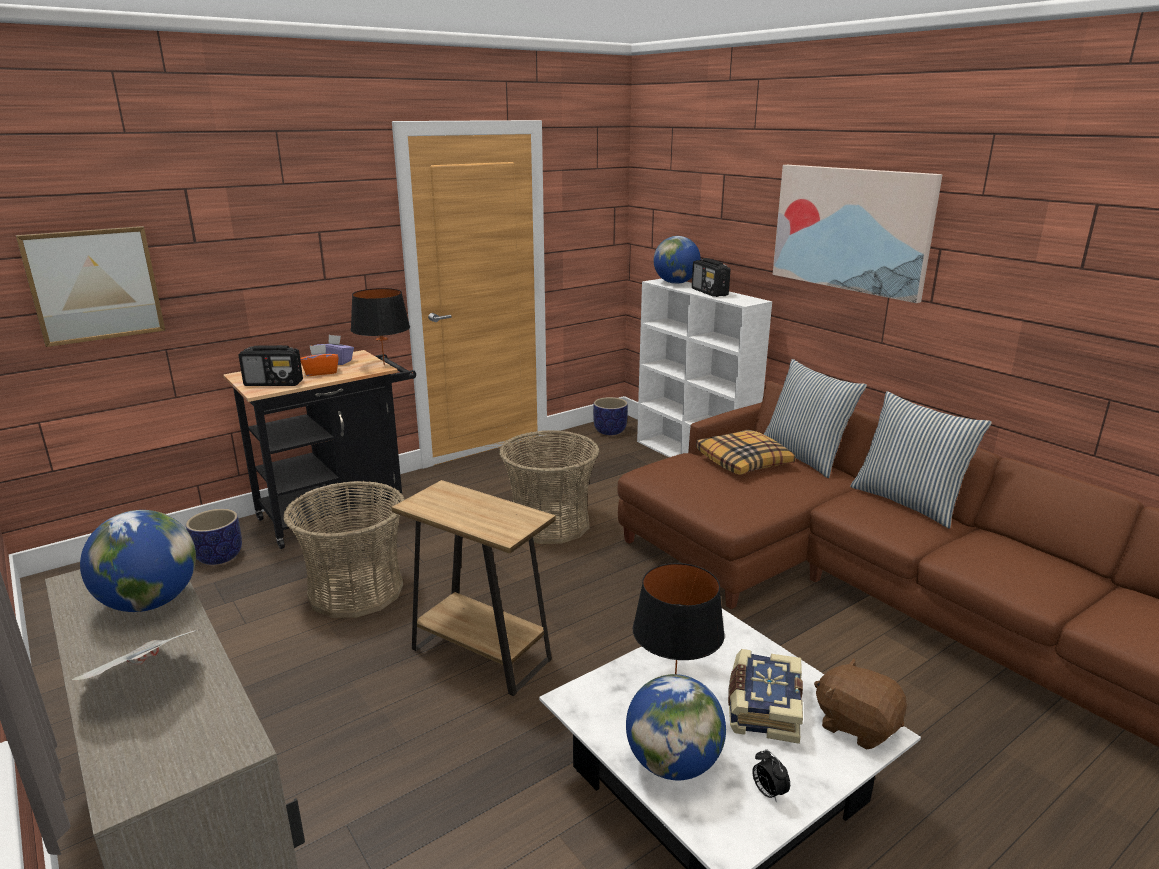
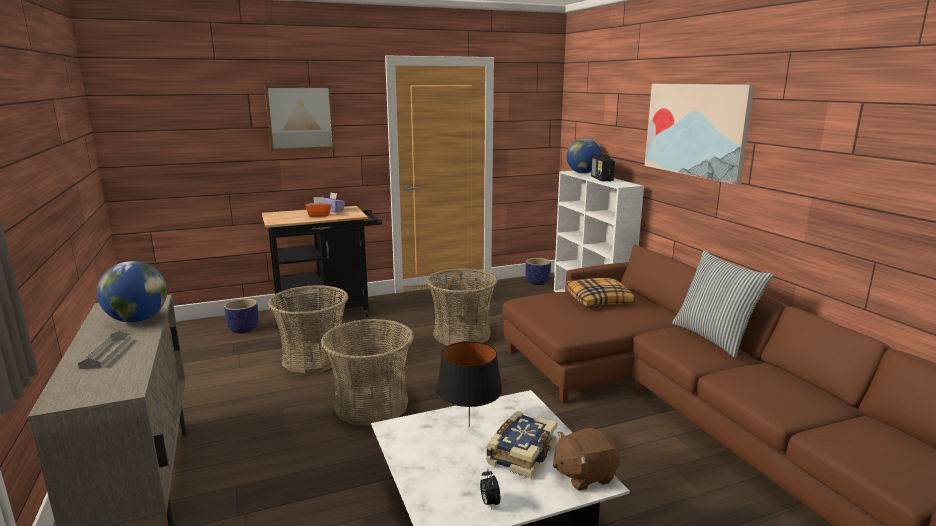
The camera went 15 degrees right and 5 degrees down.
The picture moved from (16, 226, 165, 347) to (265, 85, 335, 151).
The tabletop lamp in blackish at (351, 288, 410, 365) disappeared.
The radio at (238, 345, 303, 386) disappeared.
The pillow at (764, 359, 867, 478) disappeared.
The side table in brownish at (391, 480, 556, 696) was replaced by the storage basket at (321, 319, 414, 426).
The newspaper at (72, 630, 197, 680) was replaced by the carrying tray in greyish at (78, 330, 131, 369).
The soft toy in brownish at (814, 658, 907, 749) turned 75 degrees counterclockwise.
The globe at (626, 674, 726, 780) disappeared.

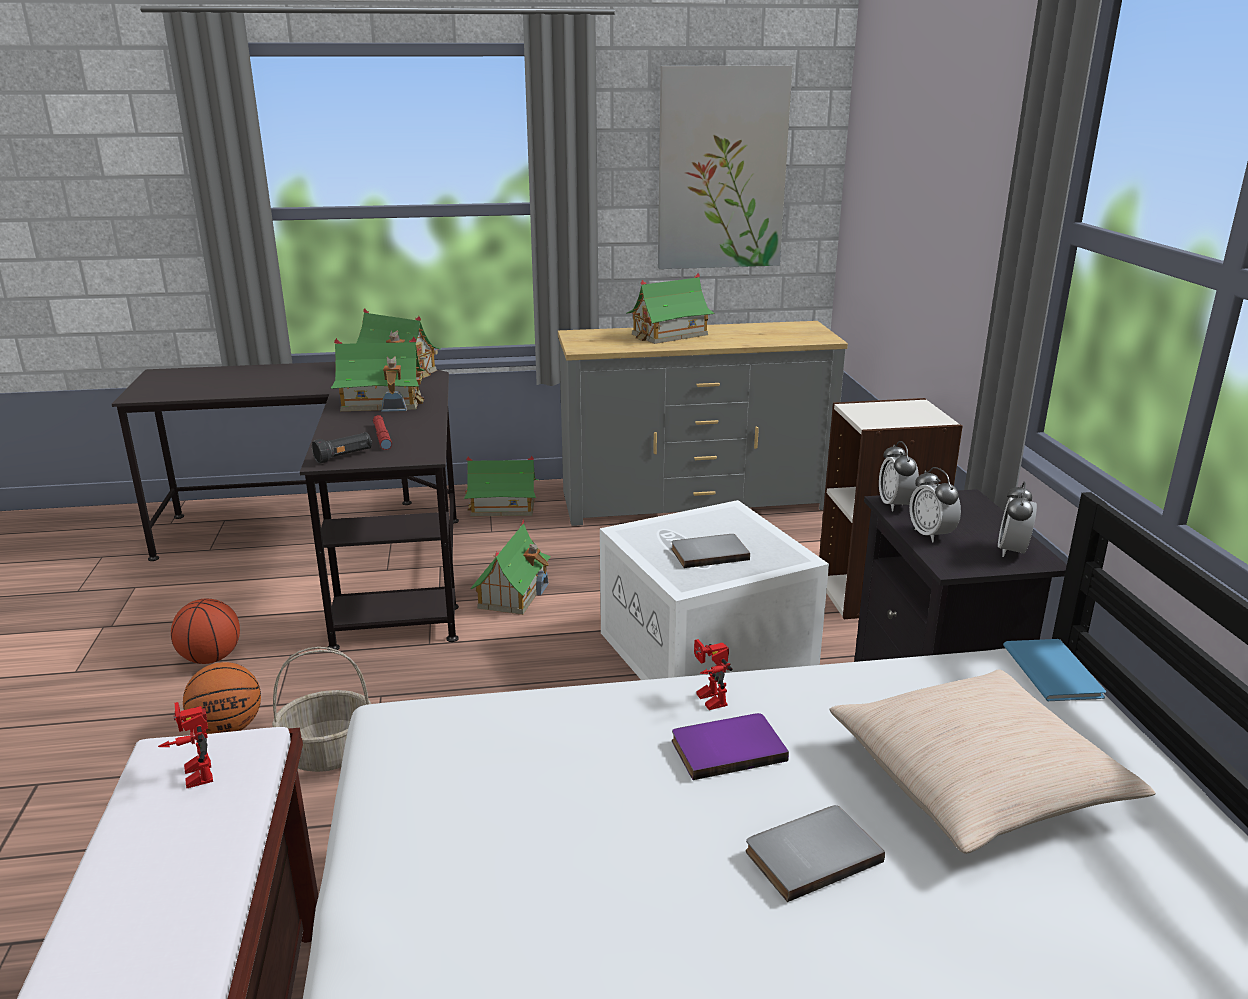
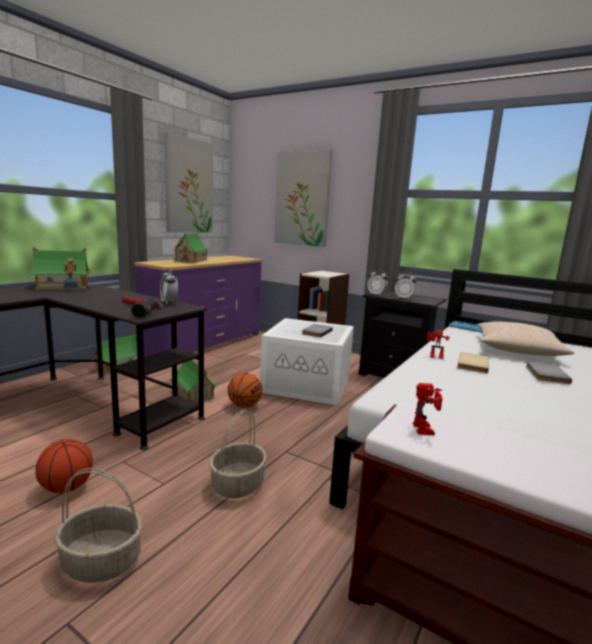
The camera went 50 degrees left and 10 degrees down.
The chest of drawers in greyish at (558, 321, 848, 526) became the chest of drawers in purple-coloured at (134, 256, 262, 356).
The toy house at (331, 337, 425, 412) disappeared.
The alarm clock moved from (998, 482, 1037, 557) to (160, 268, 178, 305).
The basketball moved from (183, 662, 261, 734) to (228, 373, 262, 408).
The model robot at (158, 702, 213, 788) turned 105 degrees counterclockwise.
The volume in purple-coloured at (672, 713, 789, 780) became the volume in sand-coloured at (457, 352, 489, 373).
The picture at (274, 150, 333, 247) appeared.
The storage basket at (54, 468, 143, 583) appeared.

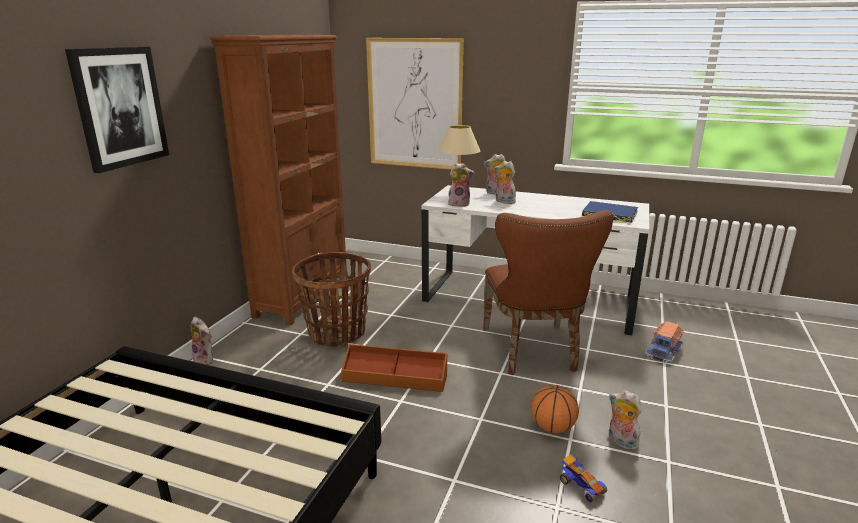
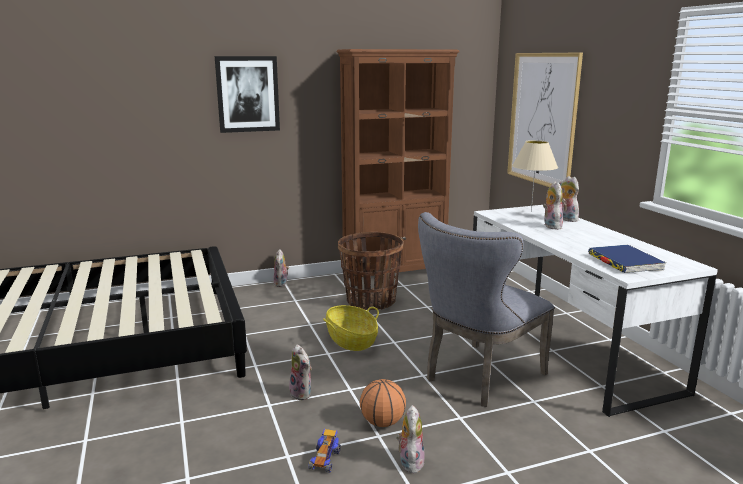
The camera went 50 degrees right and 5 degrees down.
The soft toy moved from (448, 163, 474, 207) to (289, 344, 312, 400).
The chair in brownish at (483, 210, 613, 375) became the chair in greyish at (418, 212, 555, 407).
The toy lorry at (646, 321, 684, 363) disappeared.
The storage bin in brownish at (341, 344, 448, 392) was replaced by the storage basket at (323, 305, 379, 351).

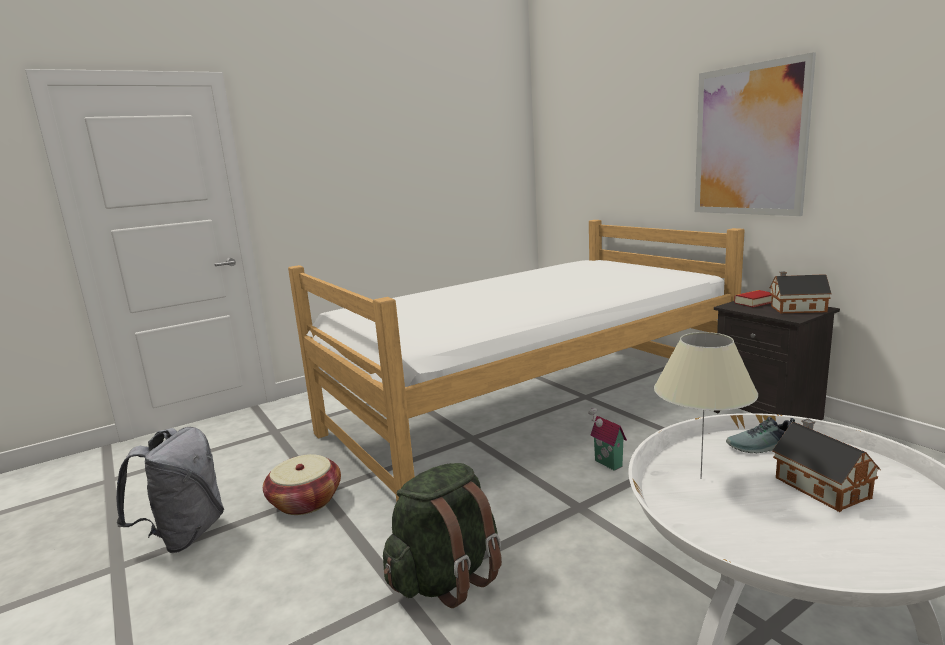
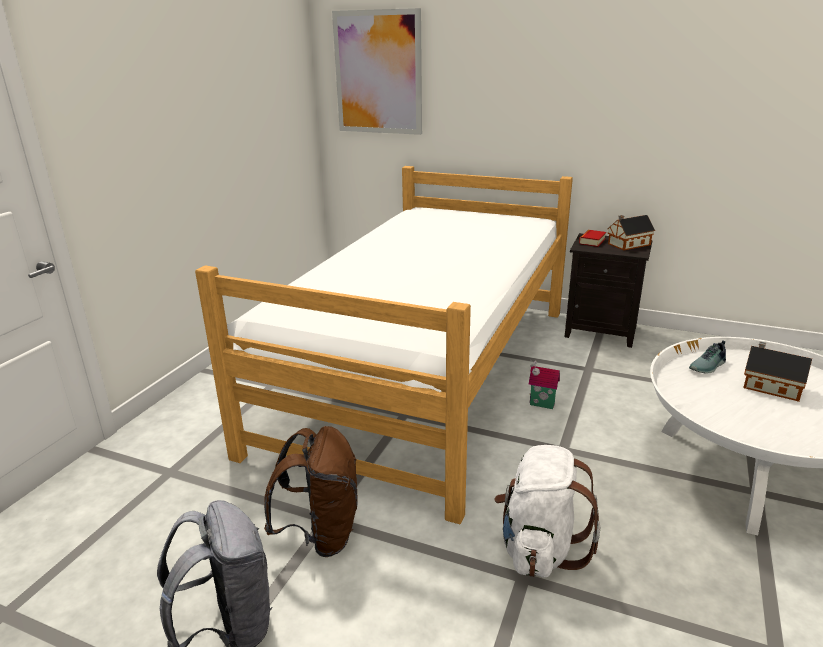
The camera went 35 degrees left and 10 degrees up.
The picture moved from (695, 52, 816, 216) to (332, 8, 422, 135).
The tabletop lamp in sand-coloured at (654, 332, 758, 479) disappeared.
The storage basket at (263, 454, 341, 515) was replaced by the rucksack in brownish at (264, 426, 358, 557).
The rucksack in green at (383, 463, 502, 608) became the rucksack in white-coloured at (494, 445, 601, 578).

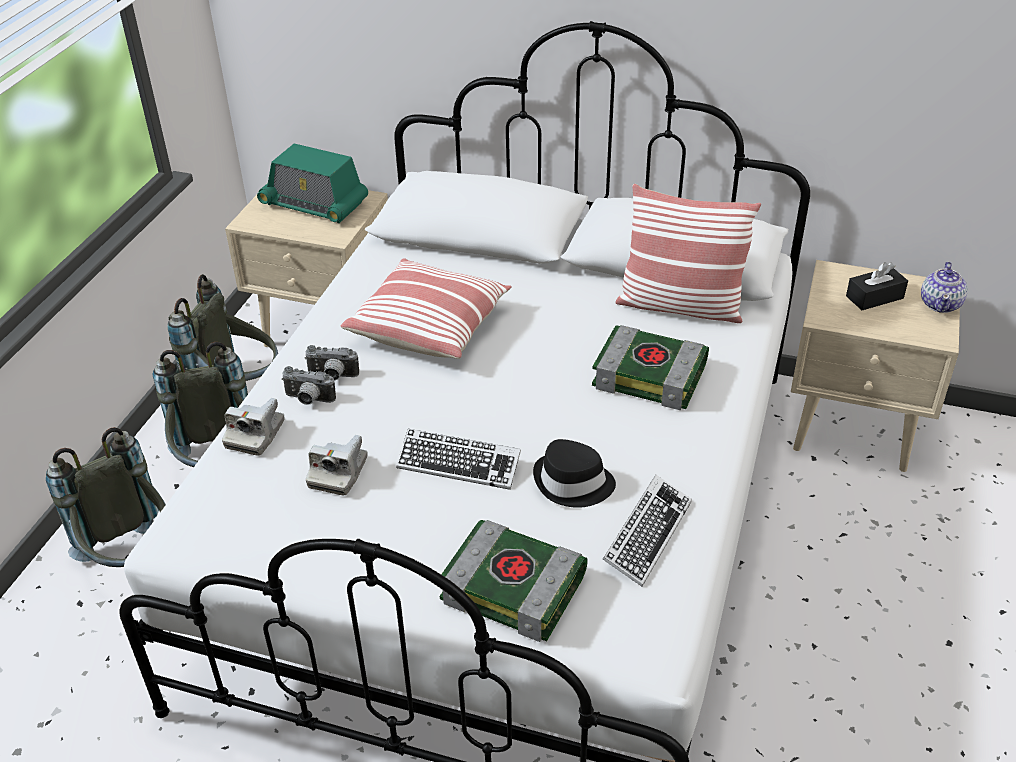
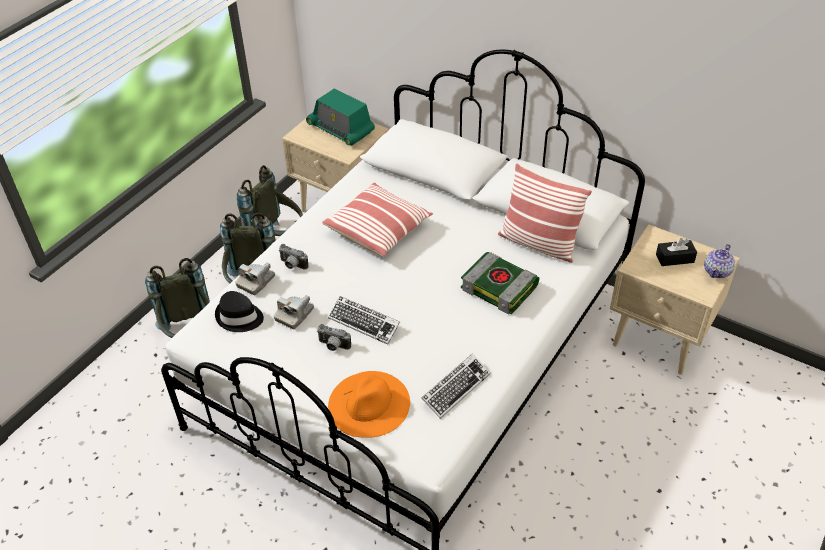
The camera went 15 degrees right and 5 degrees up.
The still camera moved from (305, 345, 359, 381) to (317, 324, 351, 351).
The clothing hat in blackish moved from (533, 439, 616, 508) to (215, 291, 264, 332).
The volume at (440, 520, 588, 642) was replaced by the clothing hat in orange at (328, 371, 410, 438).

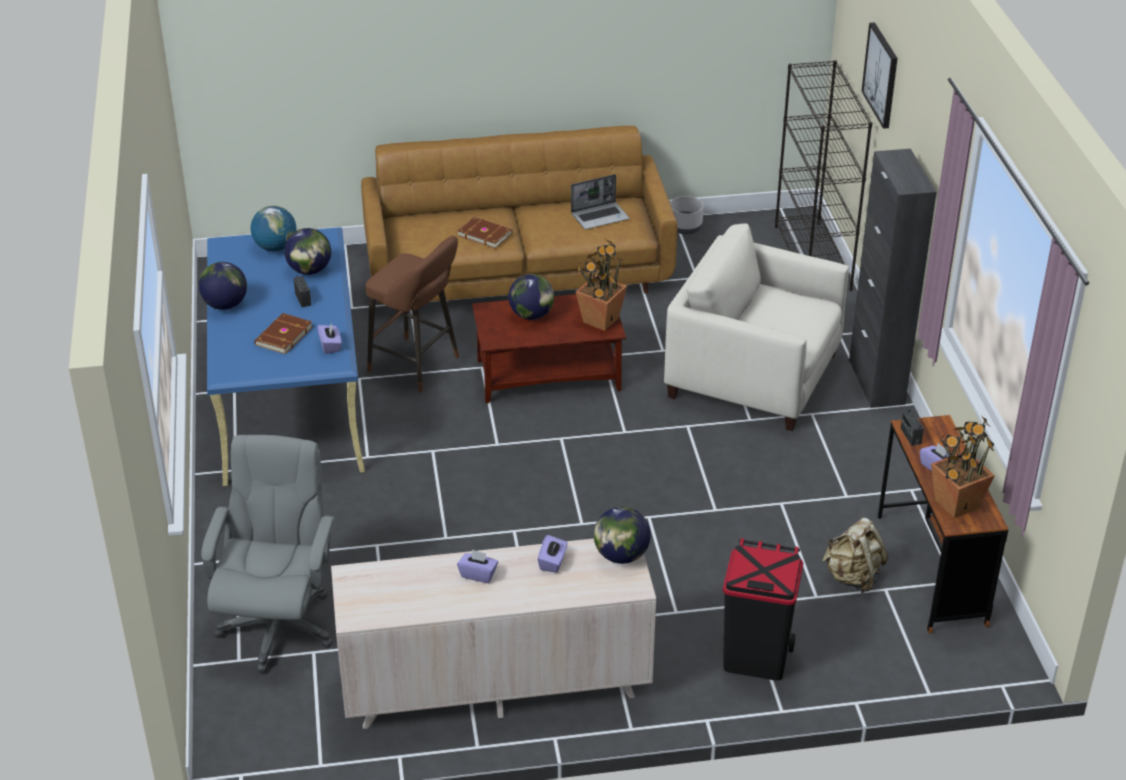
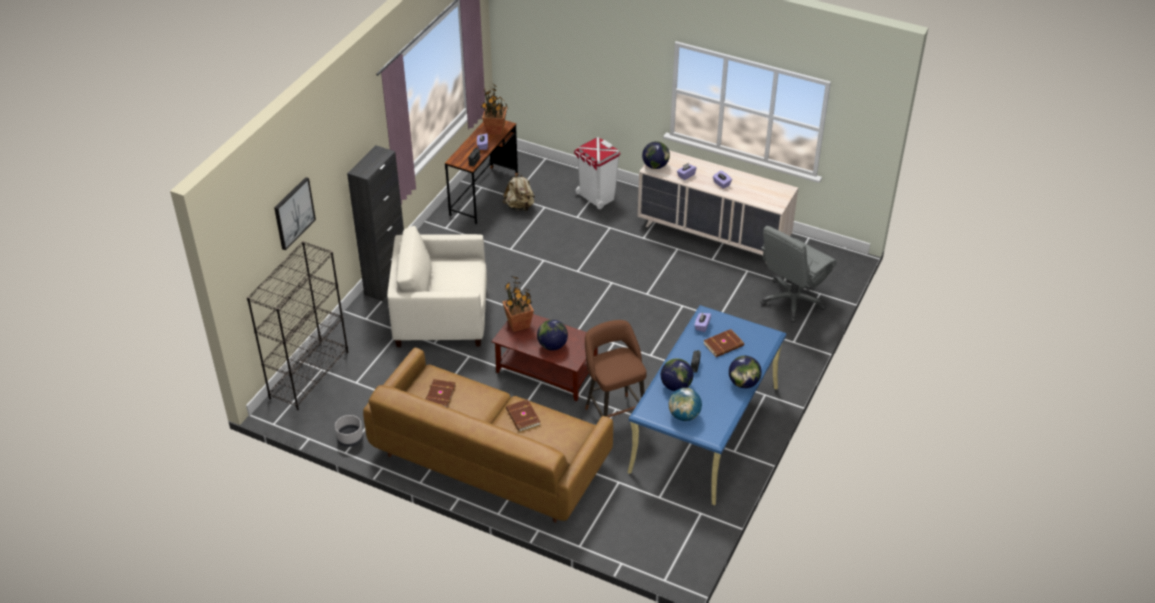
The camera went 145 degrees left and 5 degrees up.
The portable computer at (571, 174, 629, 229) was replaced by the volume in brownish at (426, 379, 456, 408).
The easy chair in sand-coloured at (664, 223, 849, 431) turned 120 degrees clockwise.
The rubbish bin in blackish at (723, 538, 803, 681) became the rubbish bin in white-coloured at (574, 137, 620, 209).

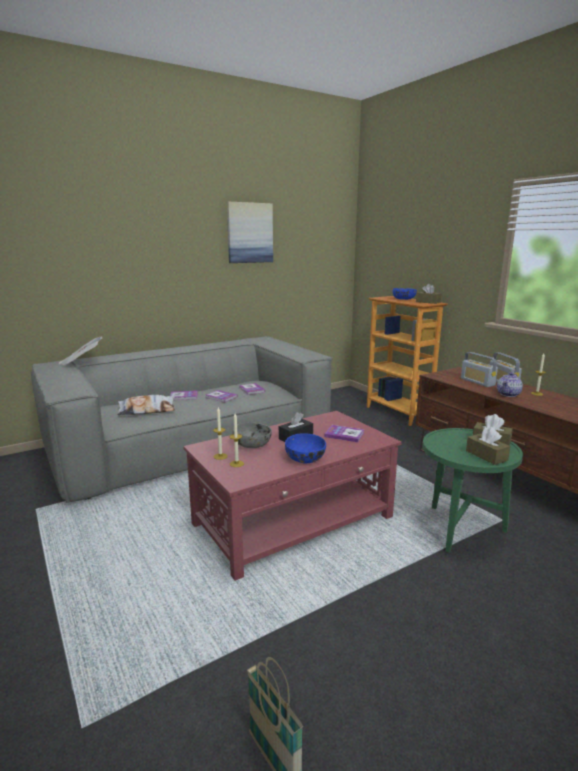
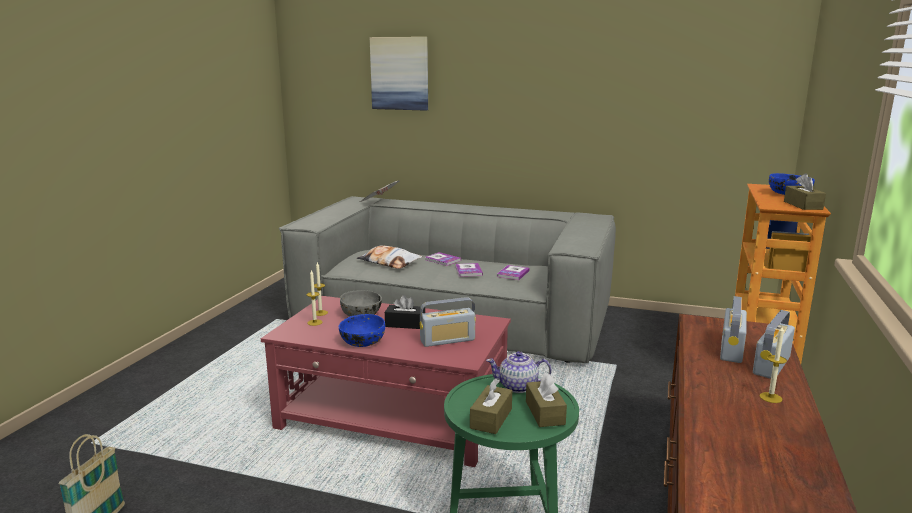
The camera went 50 degrees right and 0 degrees up.
The picture moved from (227, 202, 273, 263) to (370, 37, 428, 111).
The teapot moved from (497, 372, 523, 397) to (486, 351, 552, 393).
The volume at (324, 425, 364, 442) was replaced by the radio at (420, 297, 476, 347).

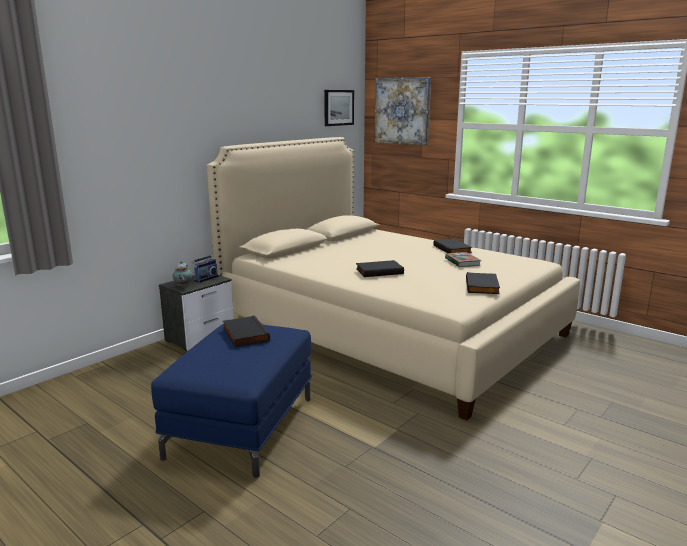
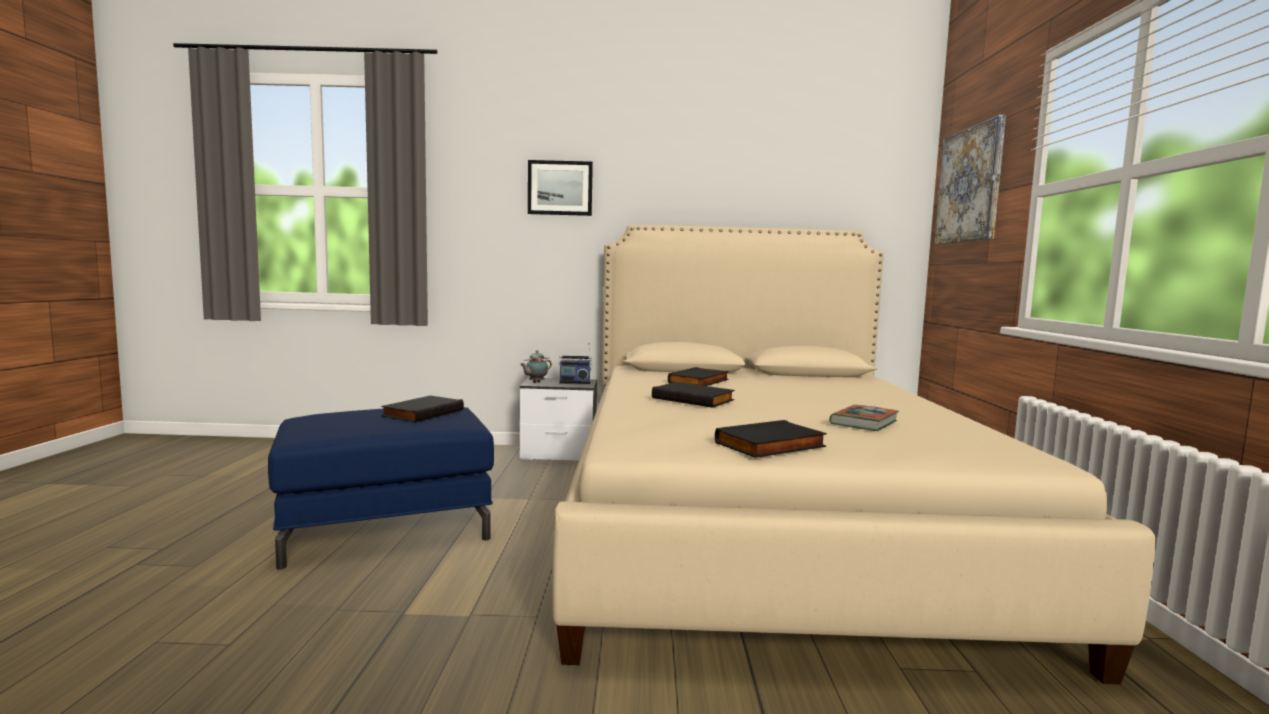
The camera went 50 degrees right and 10 degrees down.
The picture moved from (324, 90, 354, 126) to (528, 160, 593, 216).
The volume in blackish moved from (433, 239, 472, 253) to (668, 367, 729, 386).

